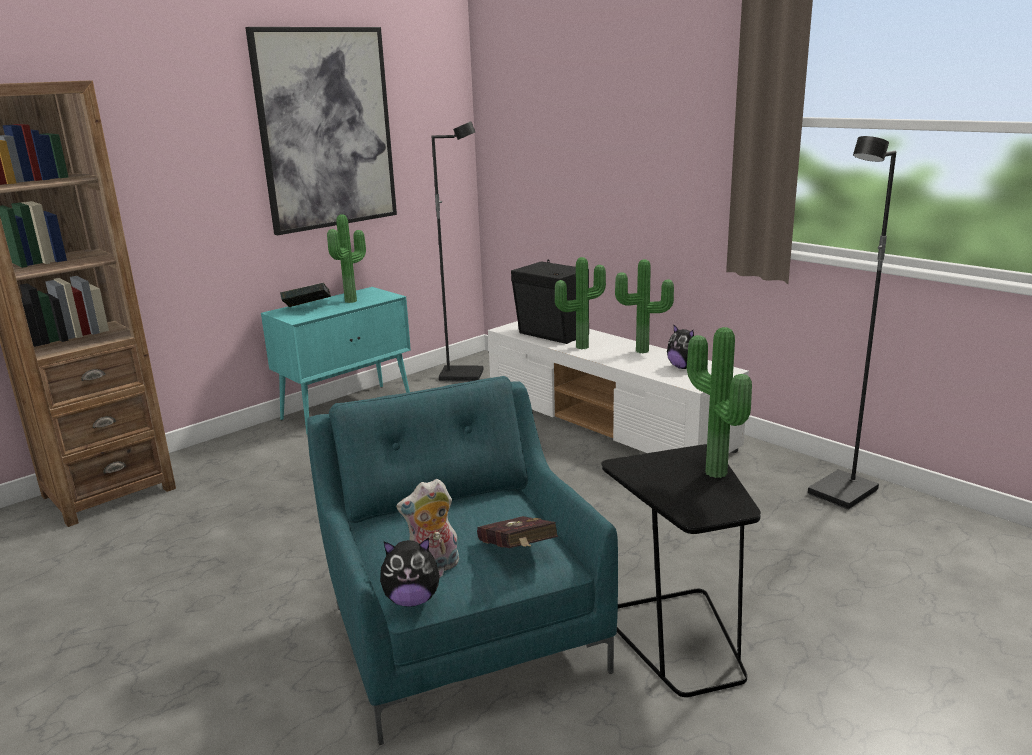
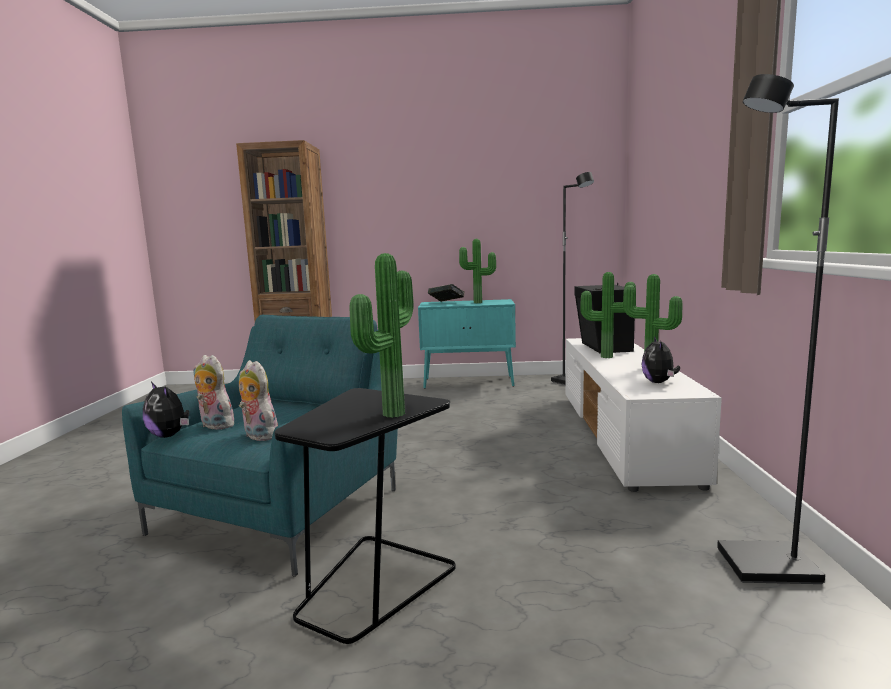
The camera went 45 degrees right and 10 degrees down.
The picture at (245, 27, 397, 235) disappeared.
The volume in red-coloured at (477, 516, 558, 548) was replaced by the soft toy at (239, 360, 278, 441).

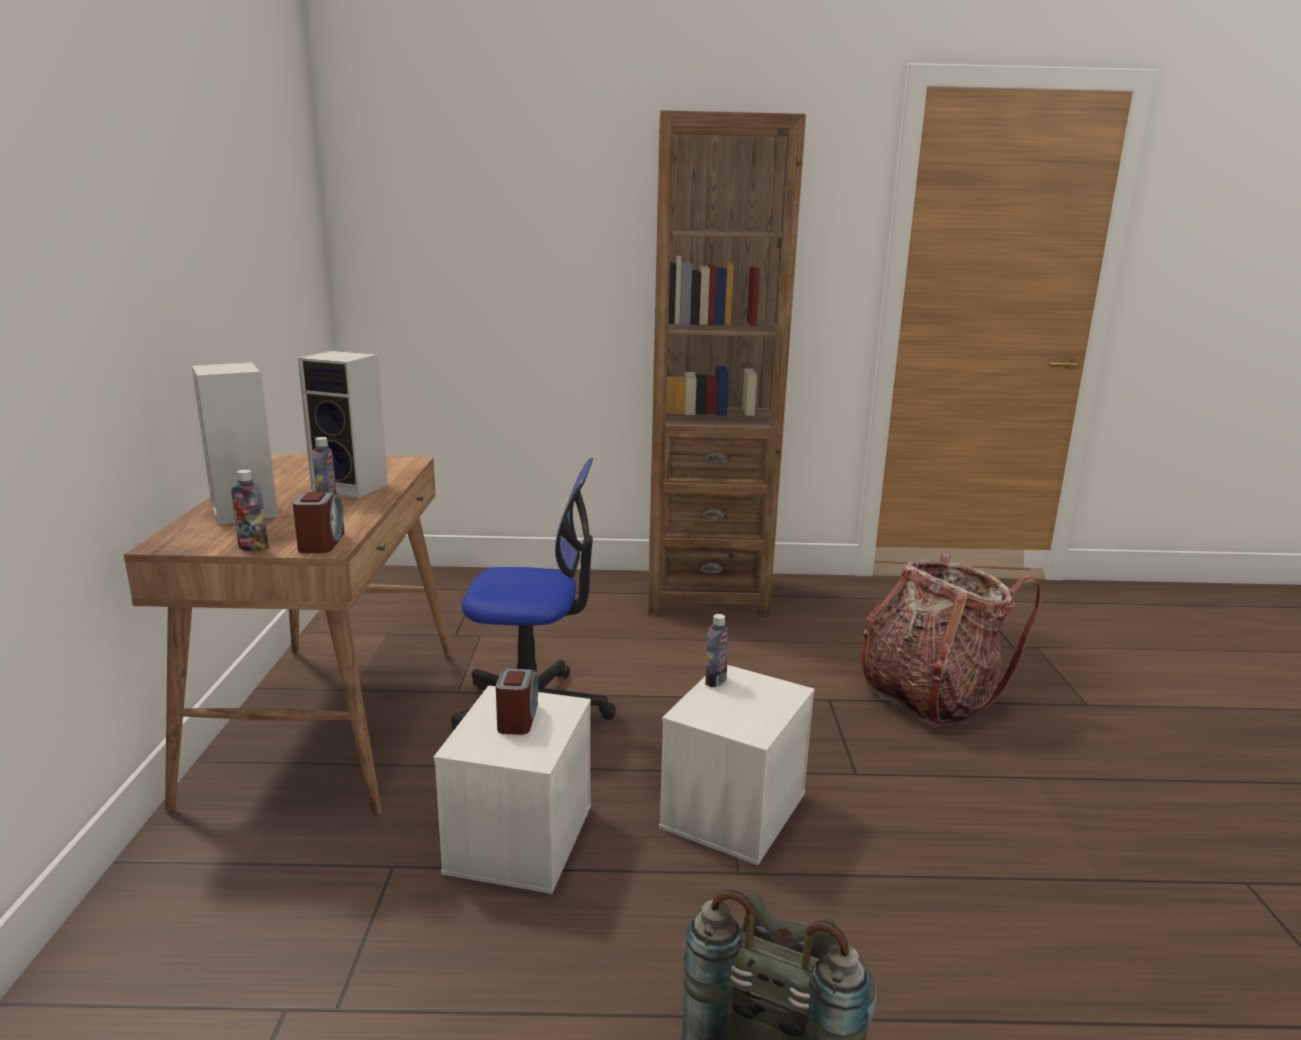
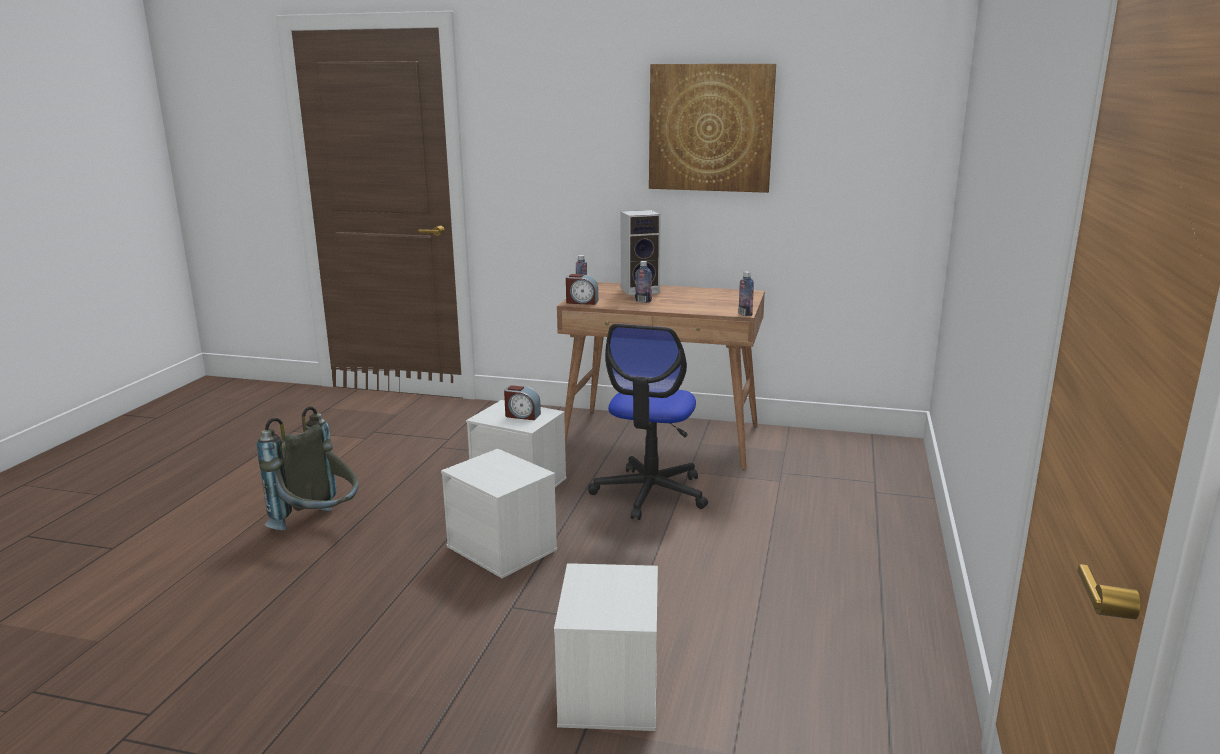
The camera went 105 degrees right and 0 degrees up.
The shelving unit in brownish at (648, 110, 806, 617) disappeared.
The loudspeaker at (298, 351, 388, 499) disappeared.
The rucksack at (861, 551, 1042, 727) was replaced by the storage bin in white-coloured at (554, 563, 658, 731).
The beverage bottle moved from (705, 614, 729, 687) to (738, 271, 754, 316).
The picture at (649, 64, 776, 193) appeared.

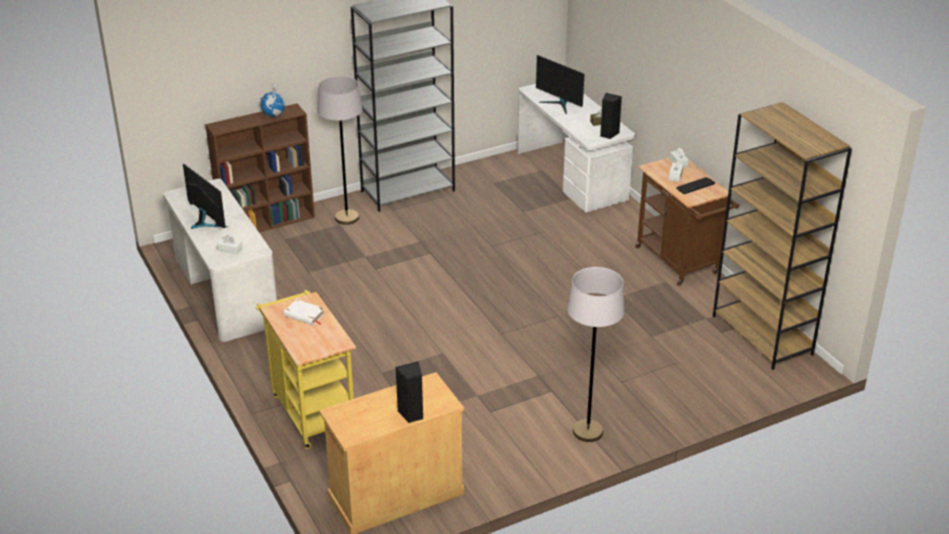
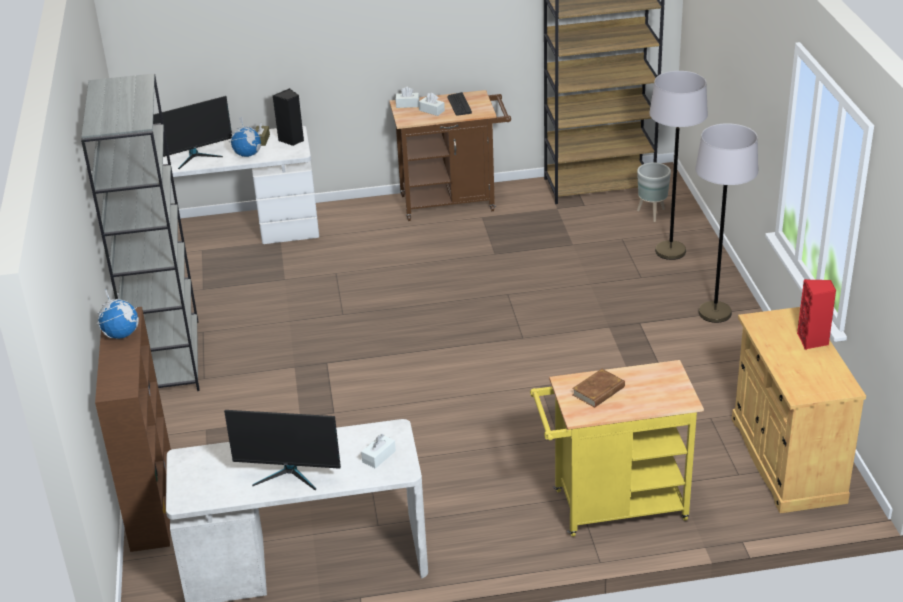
The camera went 70 degrees left and 0 degrees up.
The floor lamp in greyish moved from (317, 76, 363, 225) to (649, 71, 708, 260).
The computer display at (183, 164, 228, 229) turned 150 degrees counterclockwise.
The volume in white-coloured at (284, 299, 325, 325) became the volume in brownish at (572, 369, 625, 408).
The loudspeaker in blackish at (396, 361, 423, 423) became the loudspeaker in red-coloured at (797, 279, 836, 350).
The globe at (229, 117, 262, 157) appeared.
The plant pot in greyish at (637, 163, 671, 222) appeared.

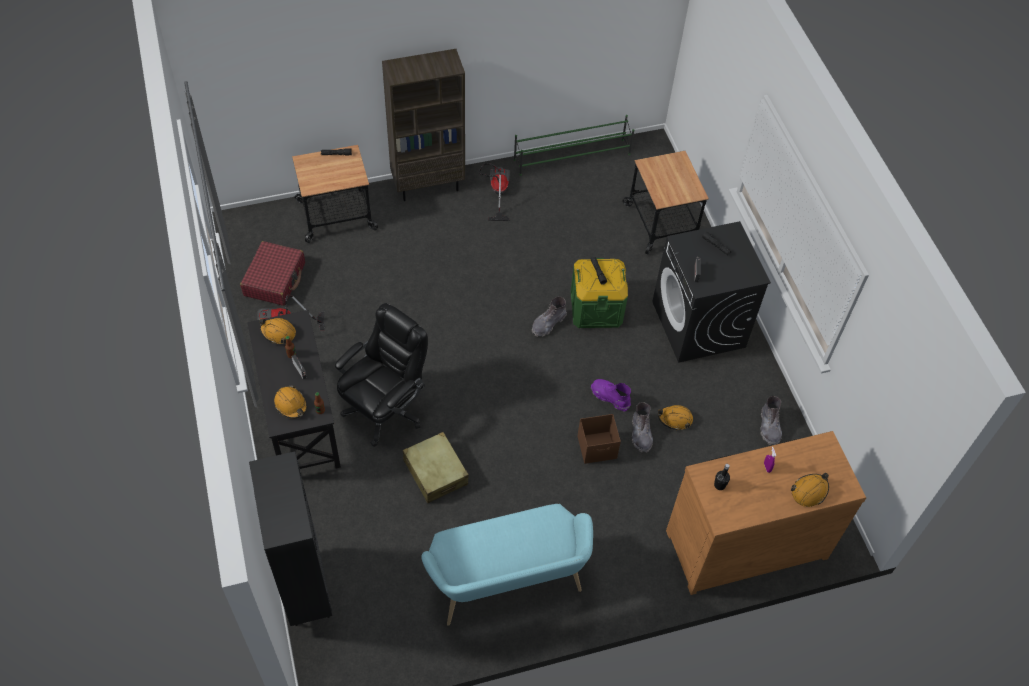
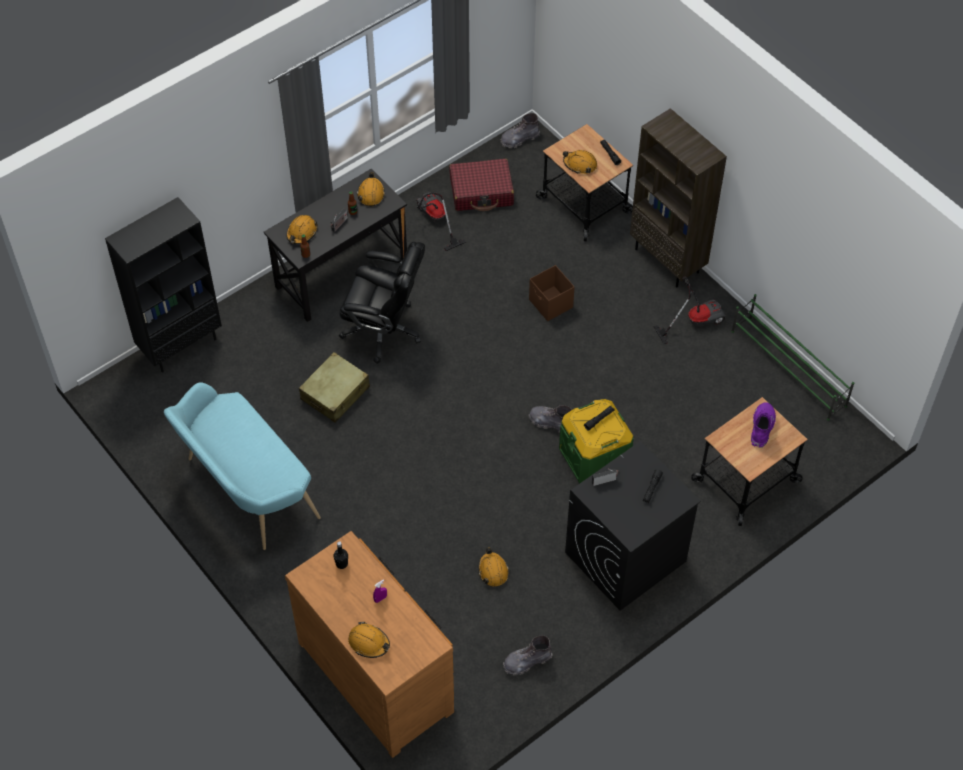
The camera went 70 degrees right and 0 degrees up.
The boot in purple-coloured moved from (591, 379, 631, 412) to (751, 402, 776, 448).
The boot in greyish moved from (632, 402, 653, 453) to (500, 113, 540, 148).
The storage bin in brownish moved from (577, 414, 621, 464) to (529, 265, 575, 321).
The hard hat in orange at (563, 150, 597, 174) appeared.

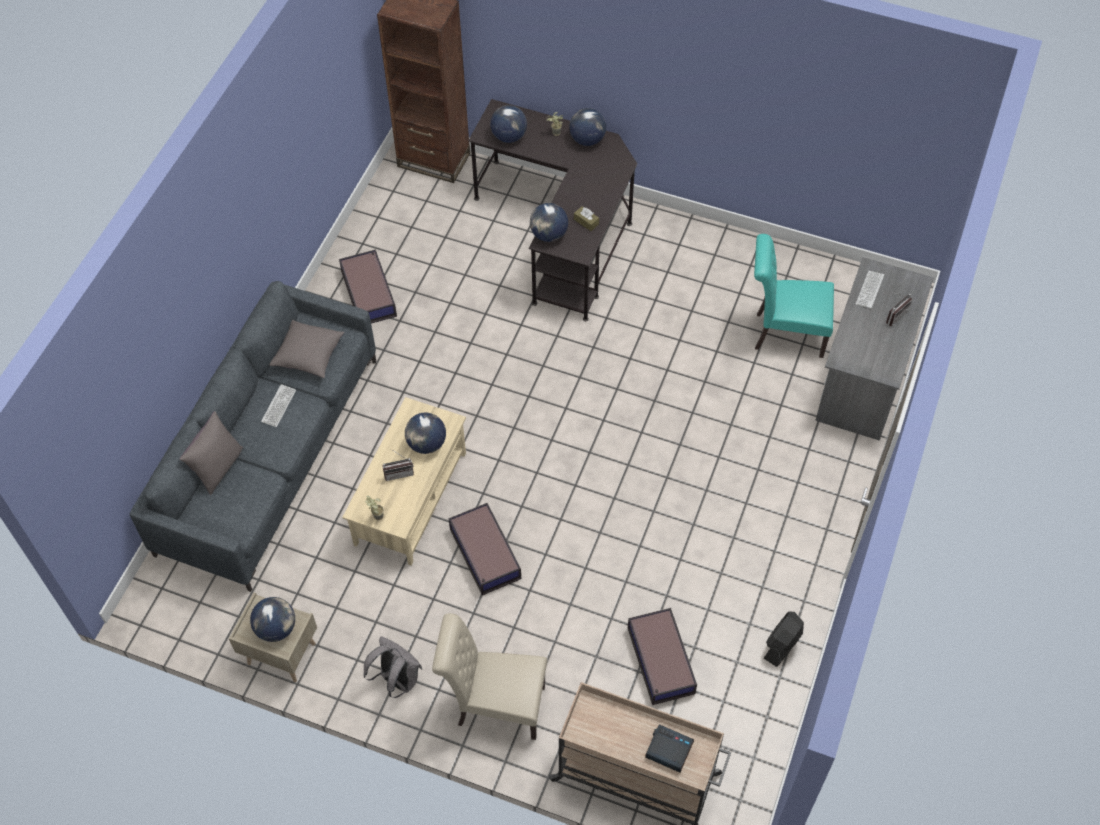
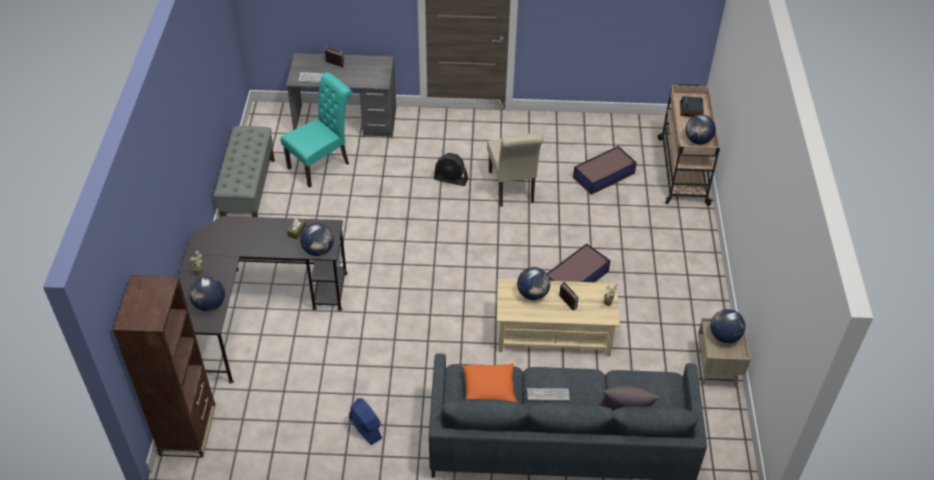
The camera went 110 degrees left and 10 degrees down.
The globe moved from (569, 108, 606, 146) to (685, 115, 716, 145).
The chair in turquoise at (754, 234, 834, 358) turned 120 degrees counterclockwise.
The storage bin at (339, 249, 397, 324) was replaced by the fan in blue-coloured at (349, 398, 382, 445).
The pillow in greyish at (269, 320, 345, 378) became the pillow in orange at (462, 363, 517, 402).
The fan in blackish moved from (763, 611, 804, 667) to (434, 153, 468, 186).
The chair in sand-coloured moved from (432, 613, 547, 740) to (487, 133, 544, 207).
The rucksack in greyish at (363, 636, 423, 698) disappeared.
The long seat in greyish at (213, 126, 275, 217) appeared.

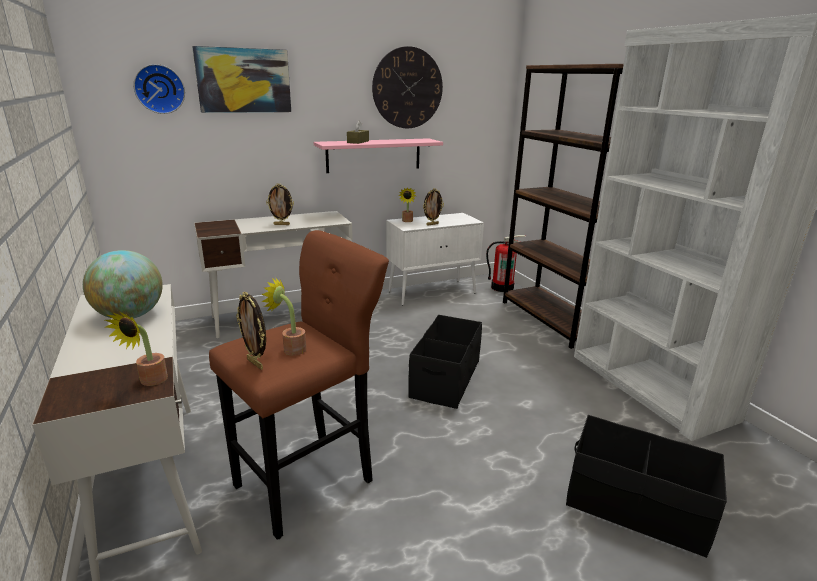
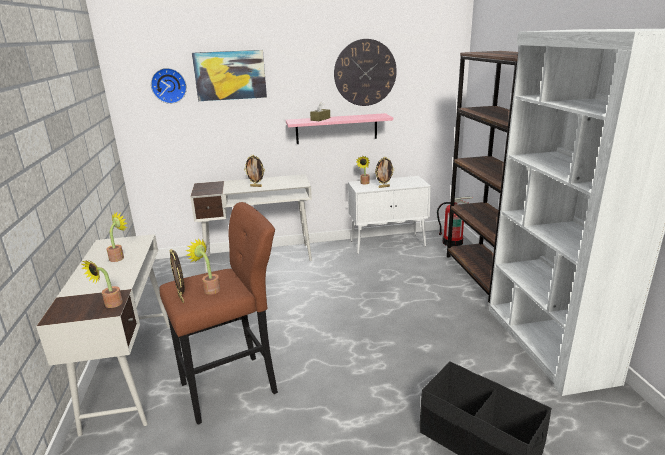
The camera went 15 degrees right and 0 degrees up.
The globe at (83, 250, 163, 319) was replaced by the houseplant at (107, 211, 128, 262).
The storage bin in blackish at (408, 315, 482, 409) disappeared.

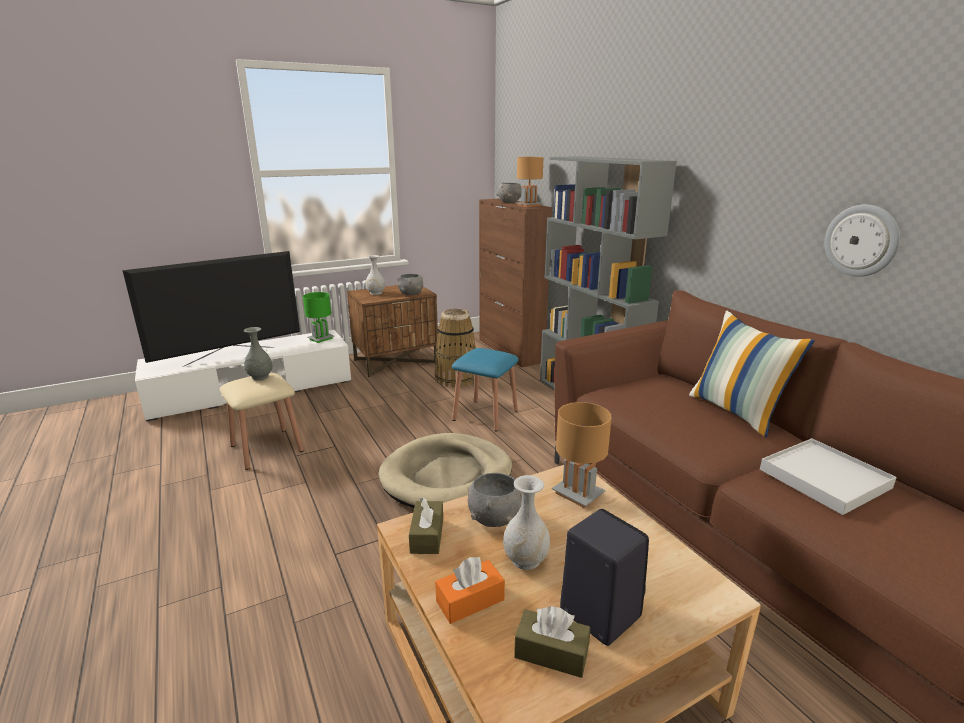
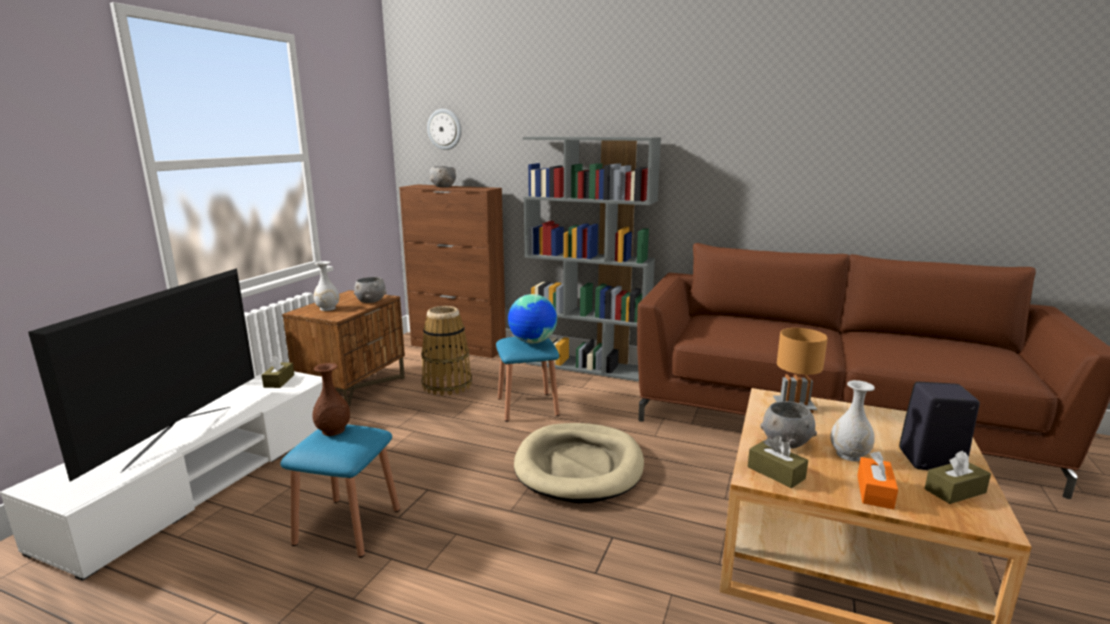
The camera went 40 degrees left and 5 degrees down.
The tabletop lamp in brownish at (517, 157, 544, 207) disappeared.
The clock on the wall moved from (824, 204, 900, 277) to (427, 109, 461, 150).
The tabletop lamp in green at (303, 292, 334, 343) was replaced by the tissue holder in brownish at (262, 356, 294, 388).
The pillow at (689, 310, 815, 438) disappeared.
The decorative vase in greyish at (244, 327, 272, 380) became the decorative vase in brownish at (312, 363, 350, 436).
The sitting stool in sand-coloured at (220, 373, 304, 470) became the sitting stool in blue-coloured at (280, 424, 400, 558).
The carrying tray in white-coloured at (760, 438, 897, 515) disappeared.
The globe at (508, 294, 557, 343) appeared.

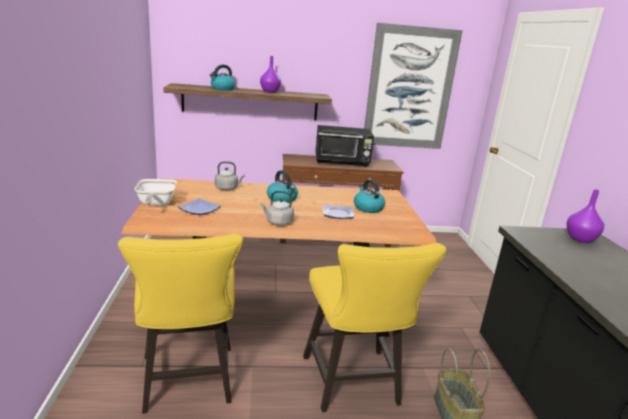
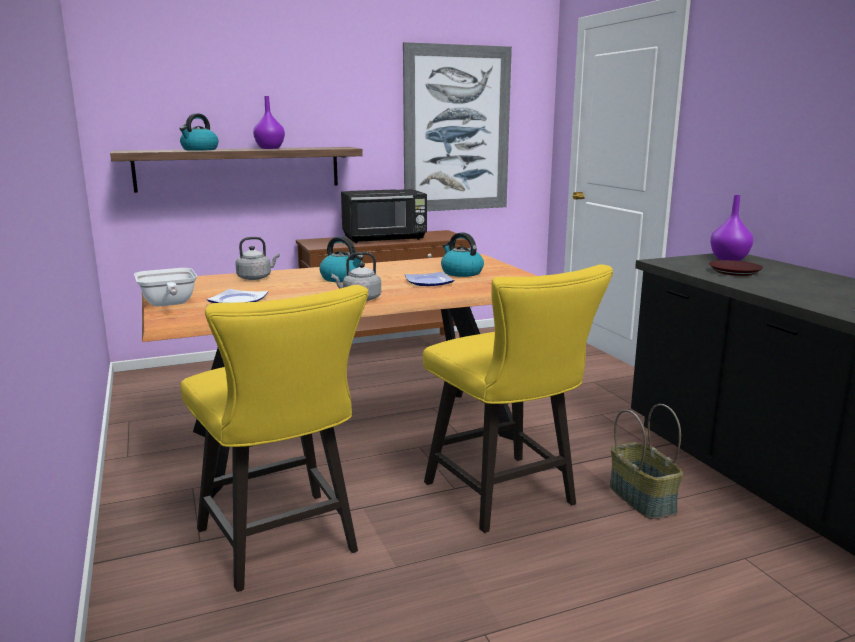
The camera went 15 degrees left and 5 degrees down.
The dinner plate in brownish at (709, 260, 763, 276) appeared.

